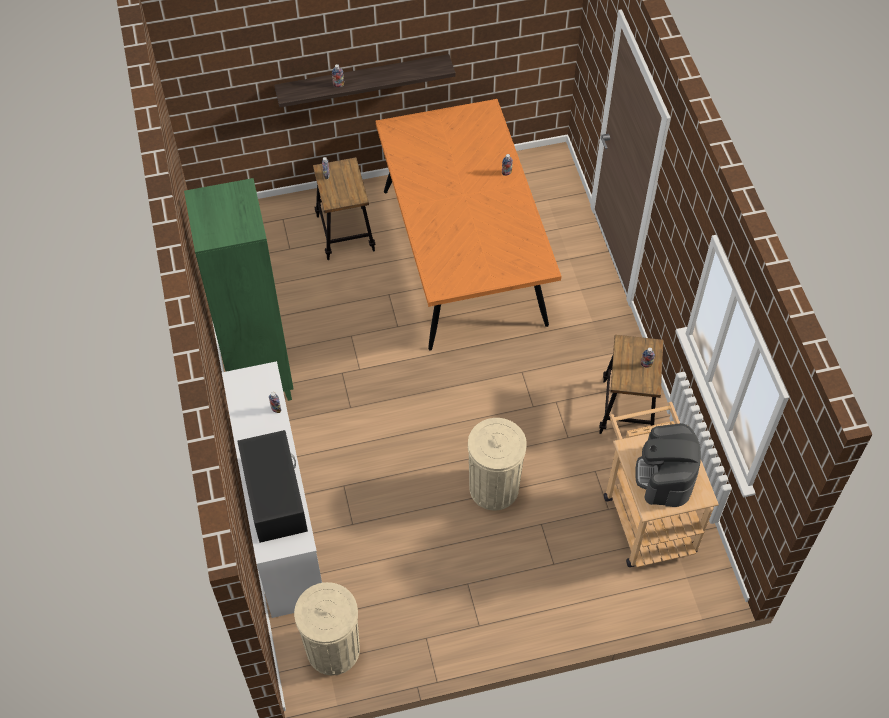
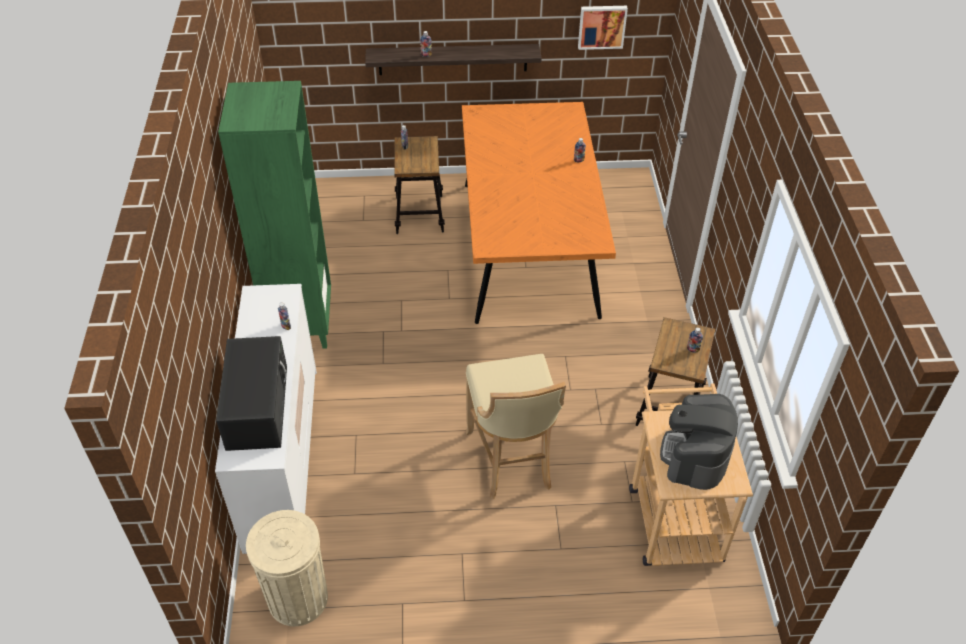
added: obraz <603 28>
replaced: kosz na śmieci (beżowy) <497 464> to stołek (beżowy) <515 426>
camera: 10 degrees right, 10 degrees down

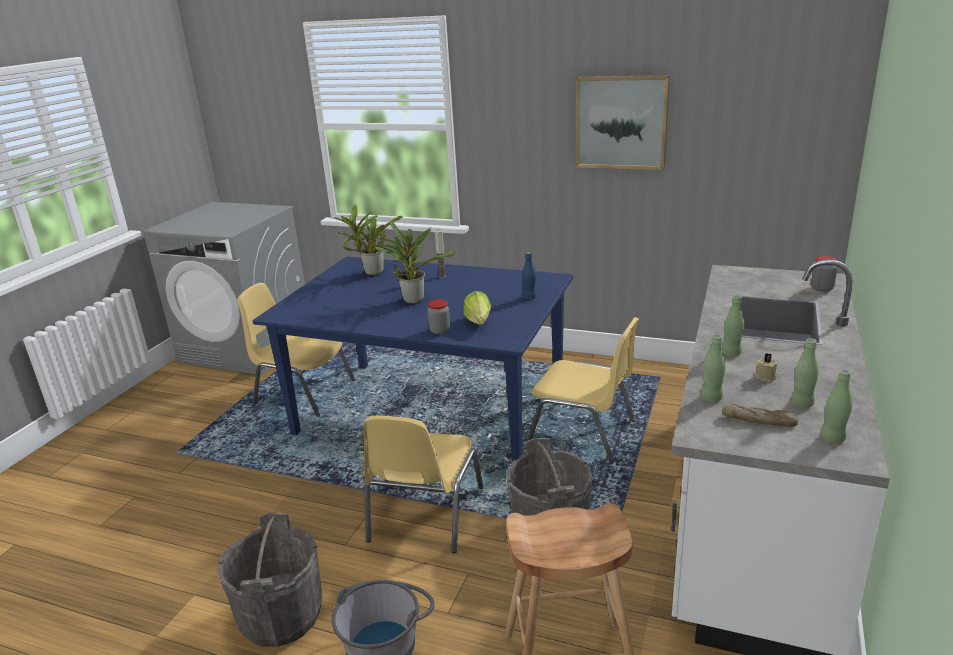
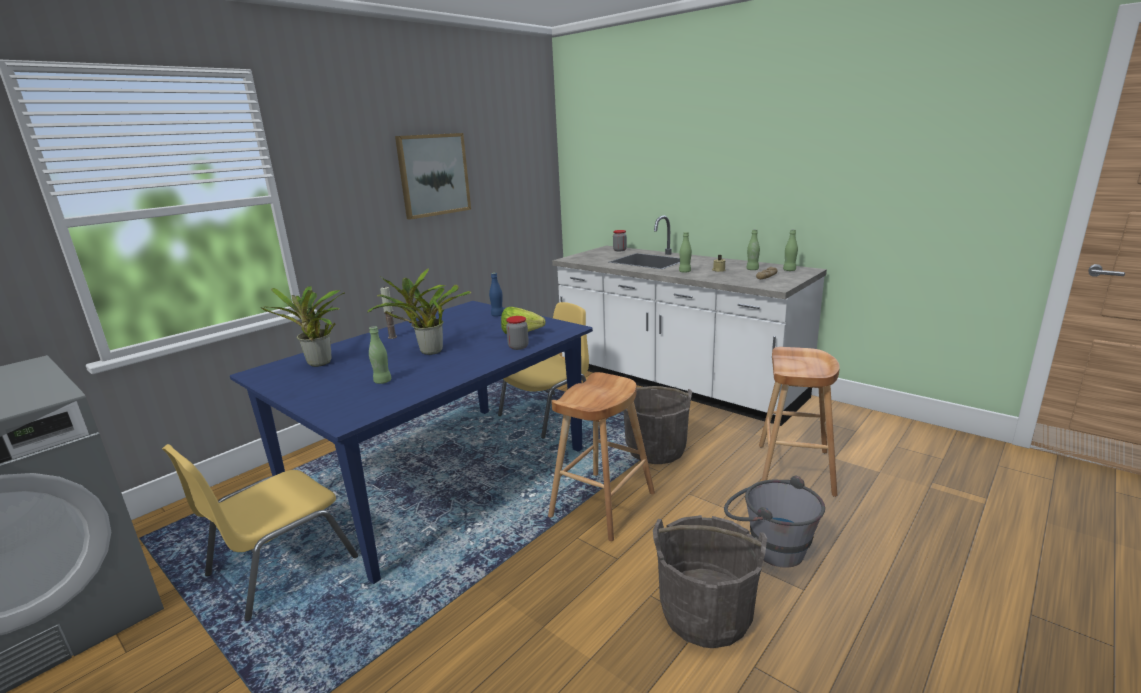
moved: butelka (zielony) <713 368> to <380 355>
replaced: krzesło (żółty) <423 484> to stołek (brązowy) <601 456>
camera: 70 degrees left, 5 degrees down

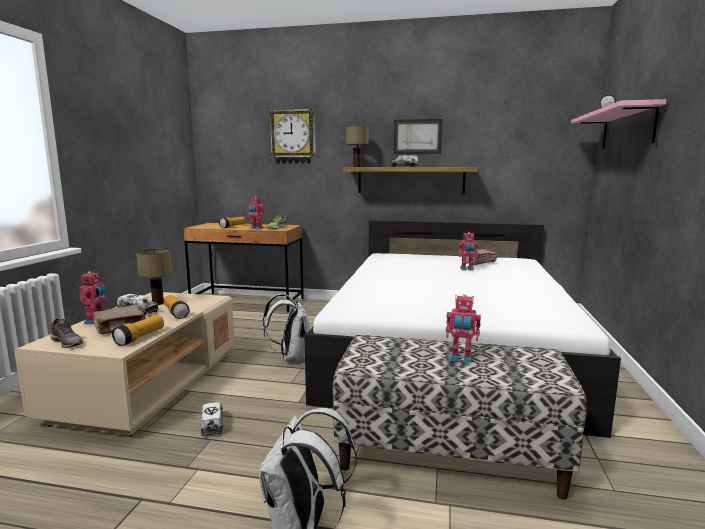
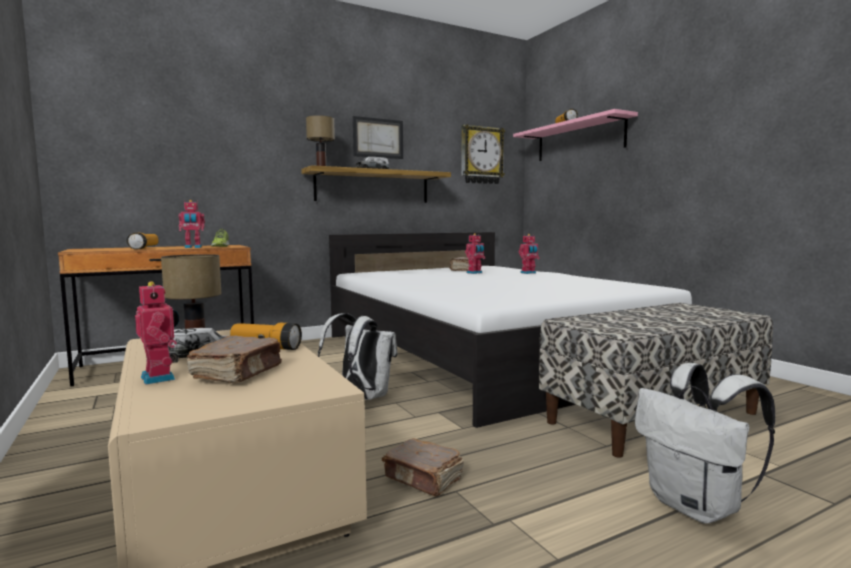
removed: but (szary) <66 333>; latarka <138 330>
moved: zegar ścienny <292 136> to <483 154>; robot zabawkowy <463 328> to <529 254>
replaced: ciężarówka zabawkowa <212 419> to książka (brązowy) <422 467>
camera: 40 degrees left, 5 degrees down

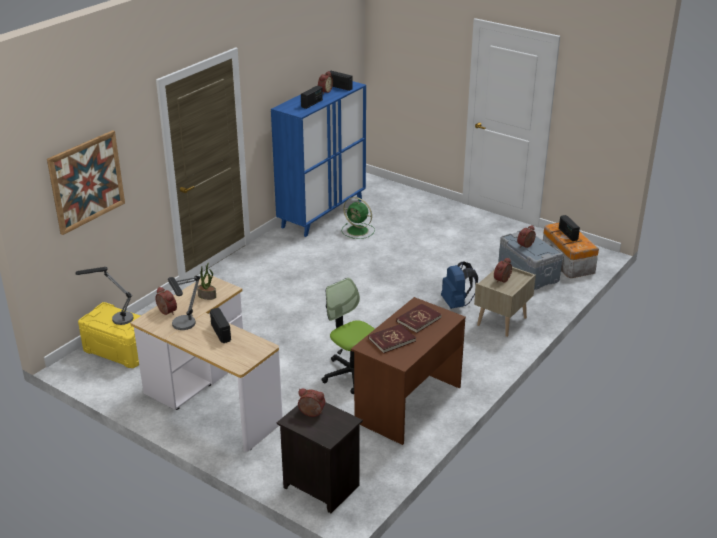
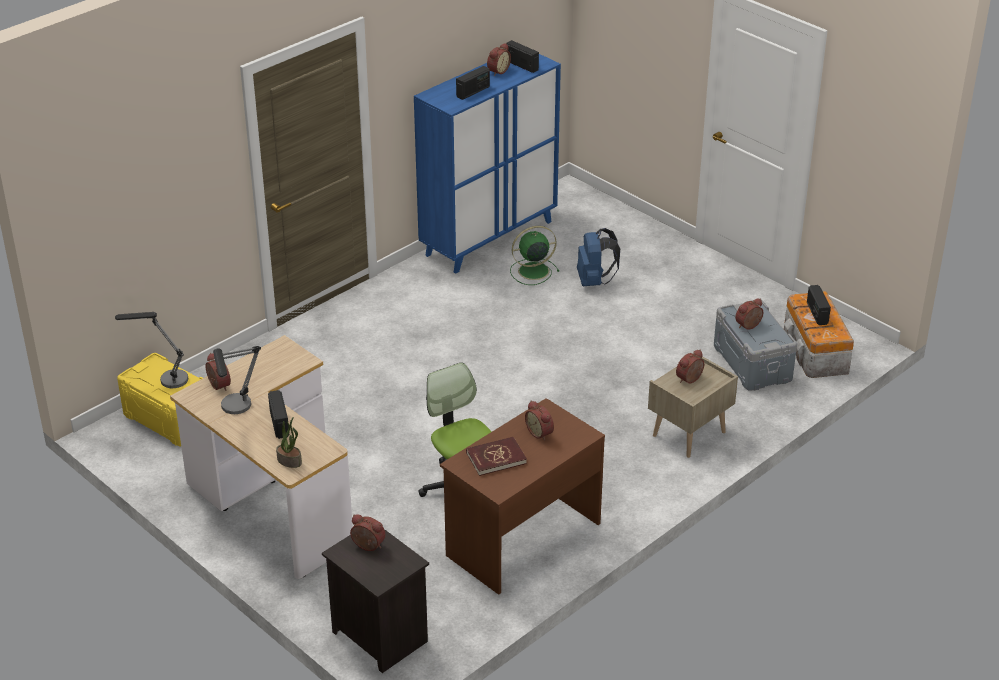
removed: obraz <86 182>
moved: roślina doniczkowa <206 281> to <289 442>; plecak (niebieski) <459 285> to <598 257>
replaced: książka (czerwony) <419 318> to budzik <539 421>
turned: wentylator (zielony) <358 218> = <534 255> 120 degrees clockwise
camera: 10 degrees right, 5 degrees up

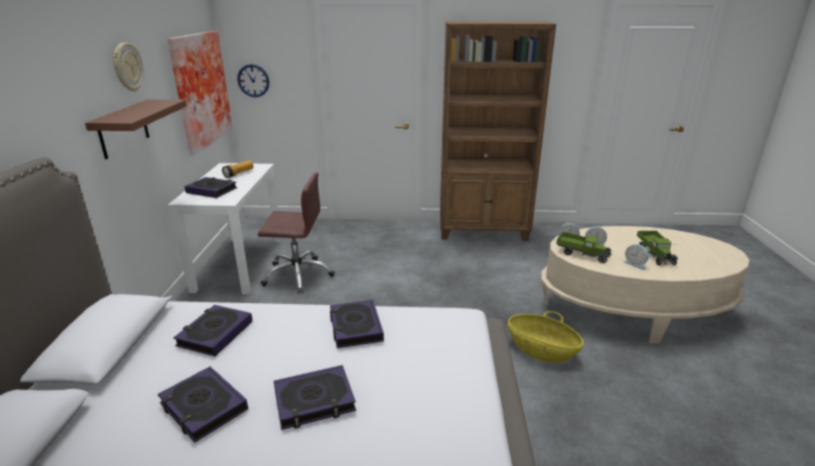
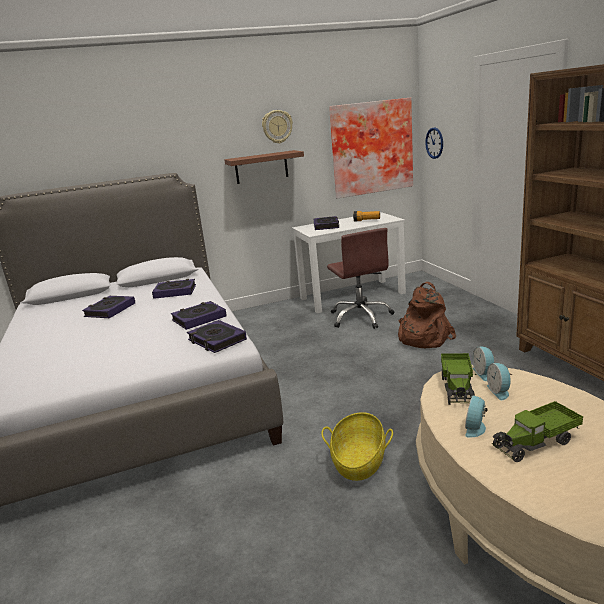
added: plecak (brązowy) <427 315>
moved: książka <315 397> to <217 336>
camera: 70 degrees right, 5 degrees down

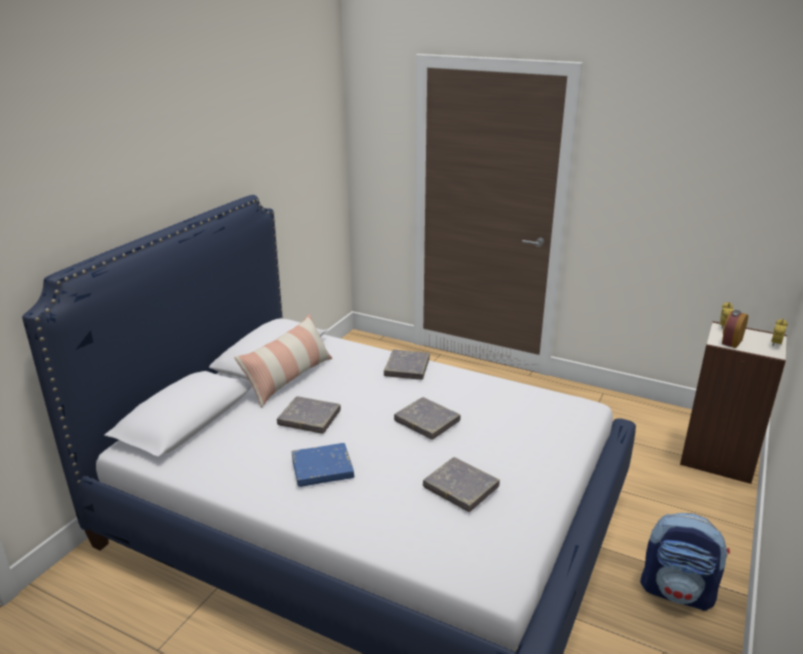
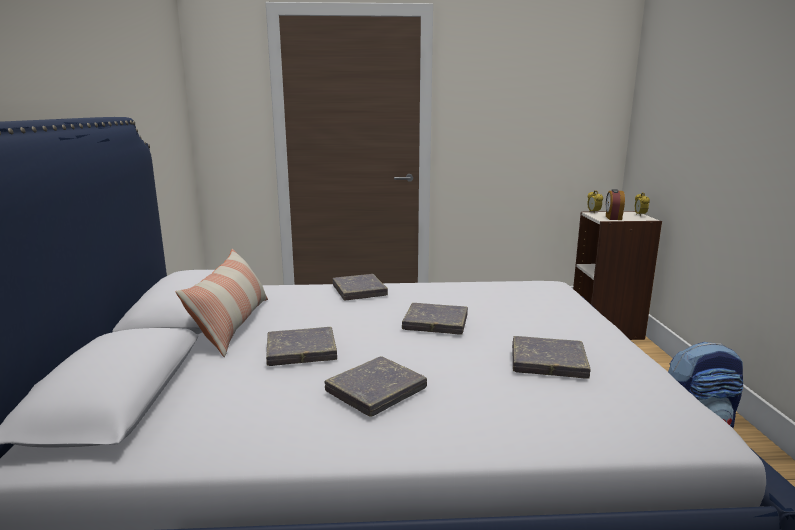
recoloured: książka (niebieski) <323 465> to książka (szary) <376 386>
camera: 30 degrees left, 10 degrees down

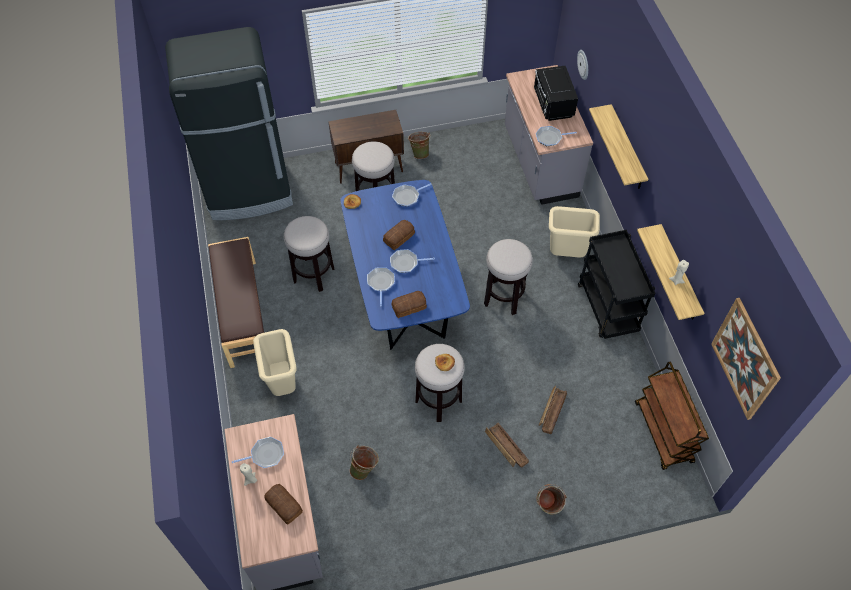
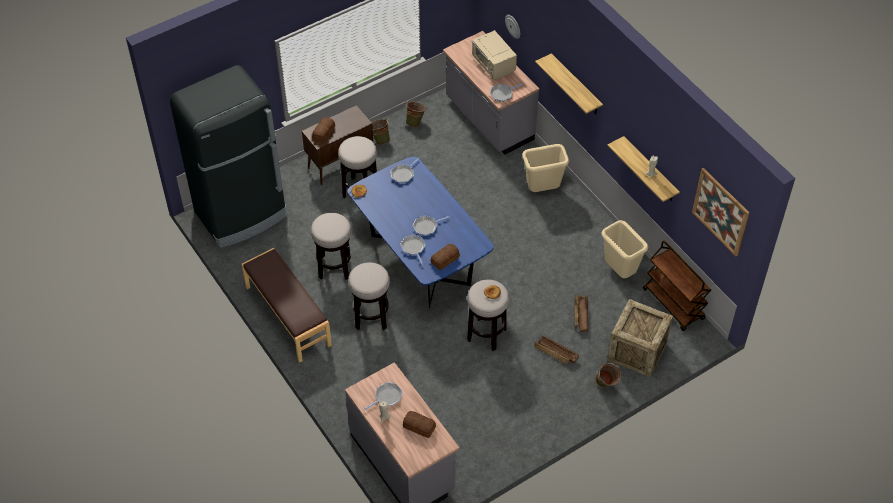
removed: wózek (czarny) <616 284>
added: skrzynka <640 338>
moved: chleb <399 235> to <323 130>; stołek <508 277> to <369 296>; wiadro (zielony) <364 462> to <415 114>; kosz na śmieci (beżowy) <274 362> to <625 249>
recoloured: mikrofalówka (czarny) <556 93> to mikrofalówka (beżowy) <494 55>
camera: 20 degrees left, 5 degrees down

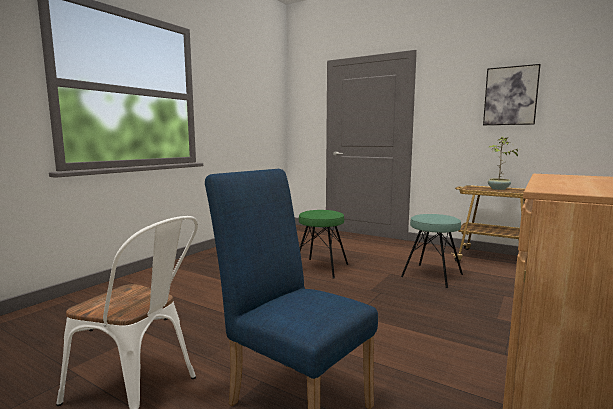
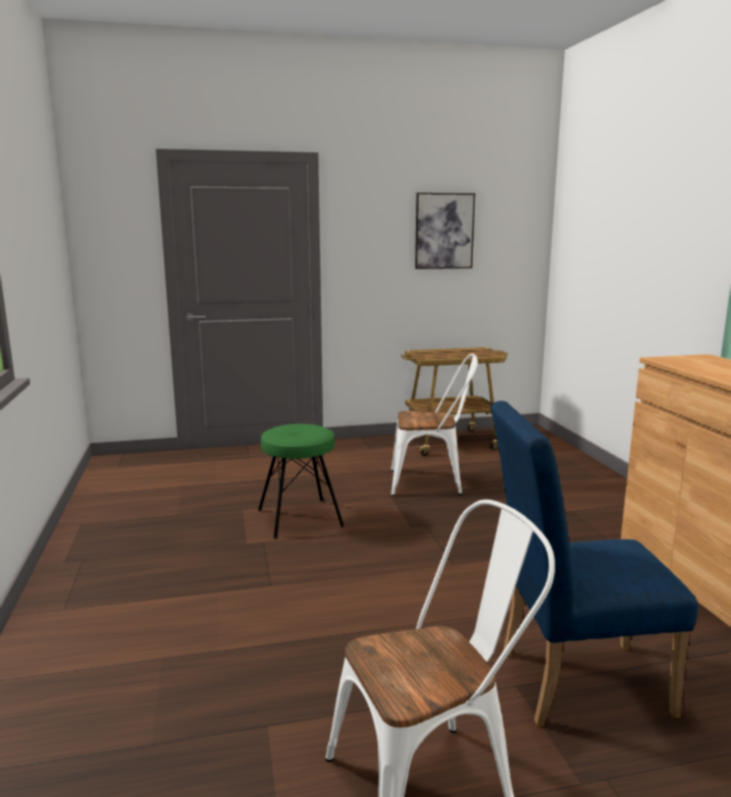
removed: roślina doniczkowa <503 163>
replaced: stołek (turkusowy) <432 251> to krzesło (biały) <434 425>
camera: 45 degrees left, 5 degrees up

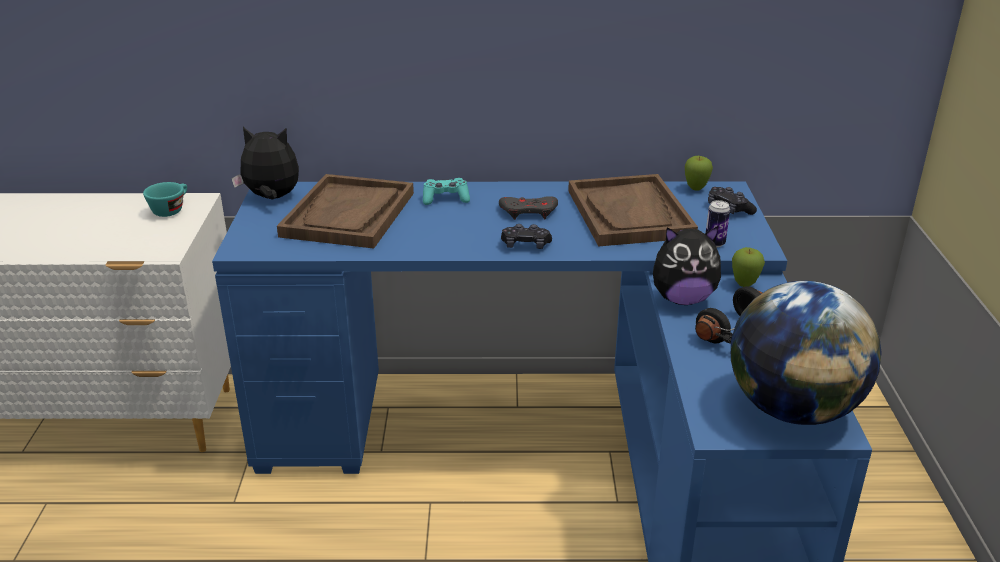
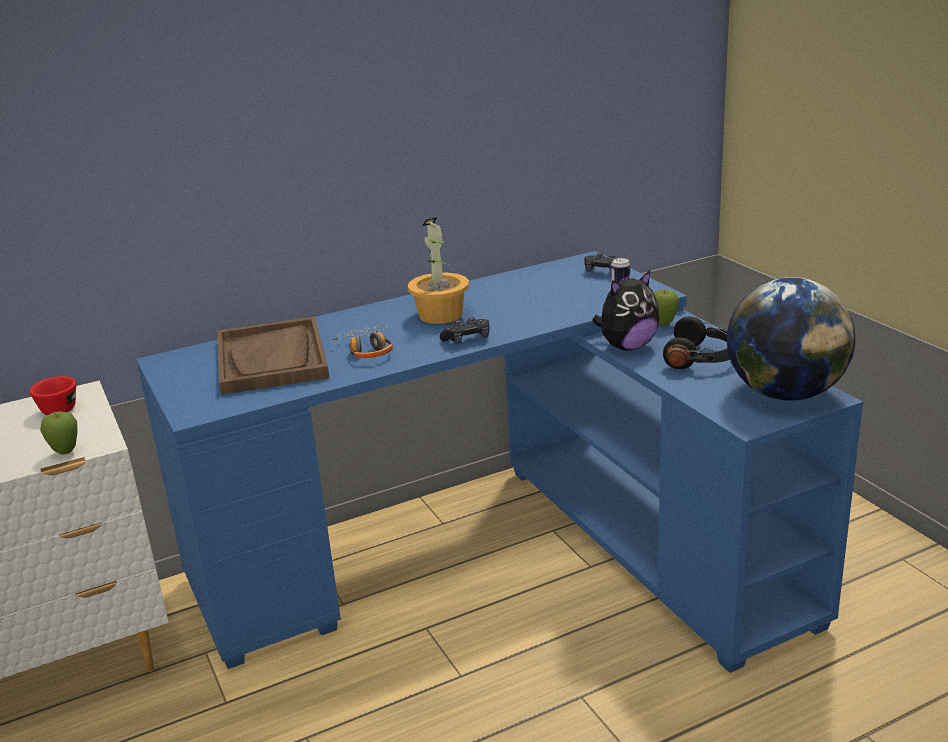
removed: pluszak <265 163>; pad do gier (turkusowy) <446 191>; taca (brązowy) <633 210>
added: słuchawki <362 341>
moved: jabłko <699 173> to <59 433>
replaced: pad do gier (szary) <528 208> to roślina doniczkowa <438 270>
recoloured: filiżanka (turkusowy) <165 199> to filiżanka (czerwony) <52 395>
camera: 25 degrees left, 5 degrees down

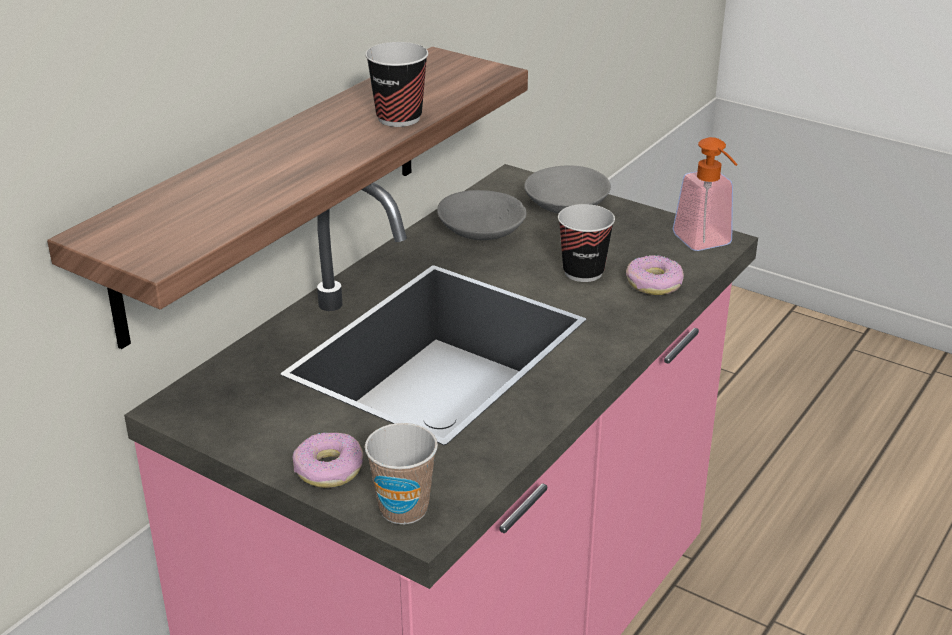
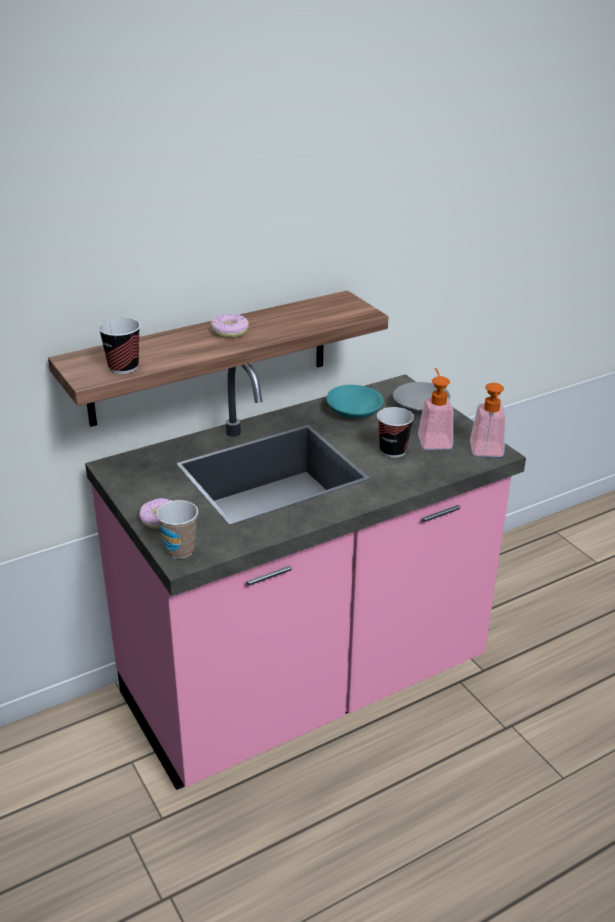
added: dozownik mydła <435 409>
moved: filiżanka <396 84> to <119 346>; donut <655 275> to <230 326>
recoloured: miska (szary) <482 215> to miska (turkusowy) <355 401>
camera: 25 degrees right, 0 degrees up

